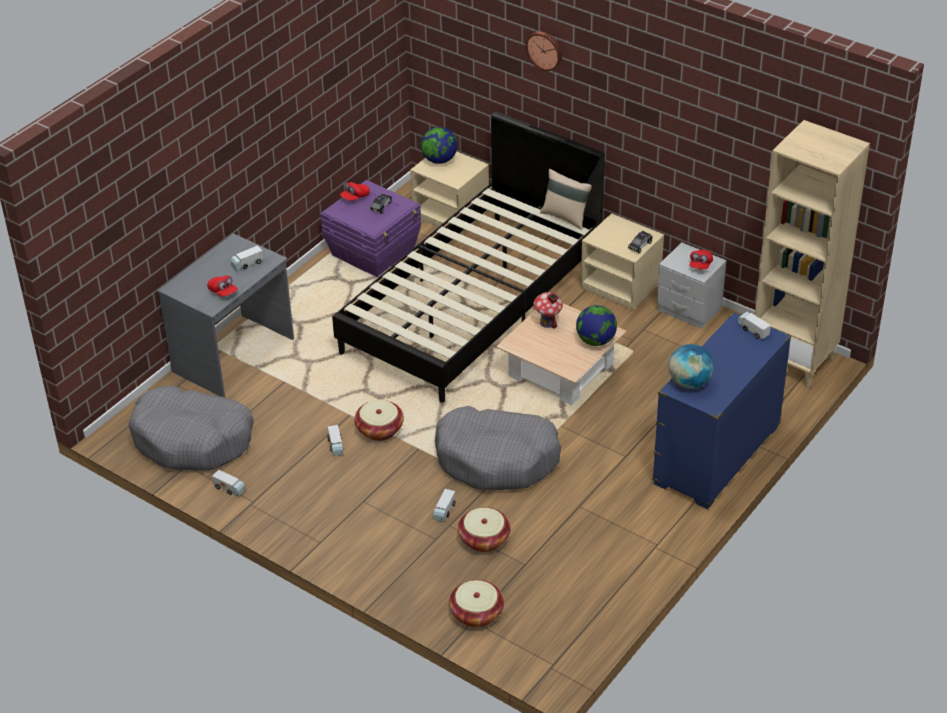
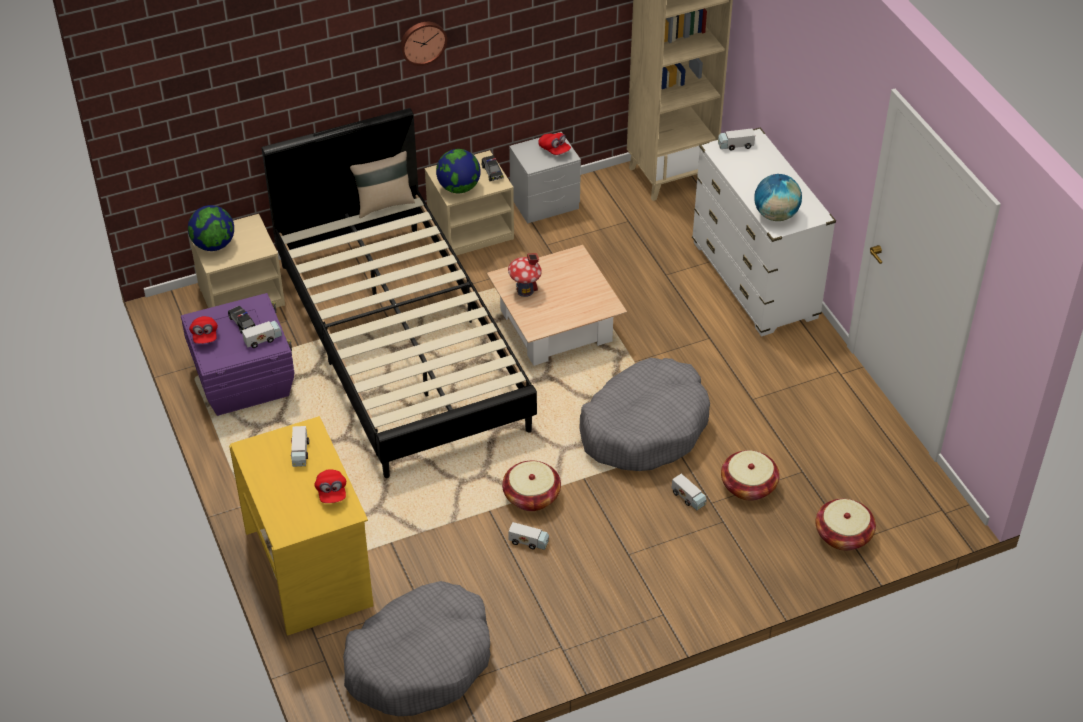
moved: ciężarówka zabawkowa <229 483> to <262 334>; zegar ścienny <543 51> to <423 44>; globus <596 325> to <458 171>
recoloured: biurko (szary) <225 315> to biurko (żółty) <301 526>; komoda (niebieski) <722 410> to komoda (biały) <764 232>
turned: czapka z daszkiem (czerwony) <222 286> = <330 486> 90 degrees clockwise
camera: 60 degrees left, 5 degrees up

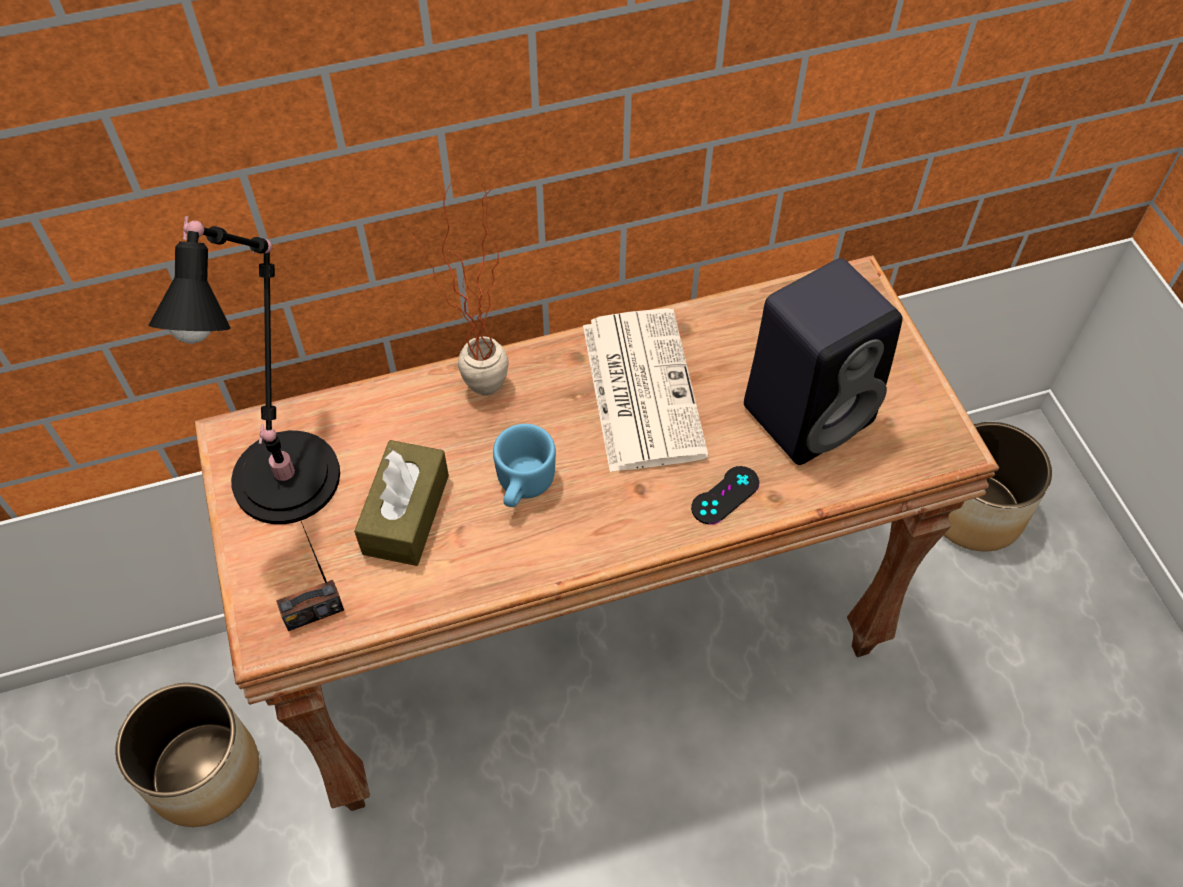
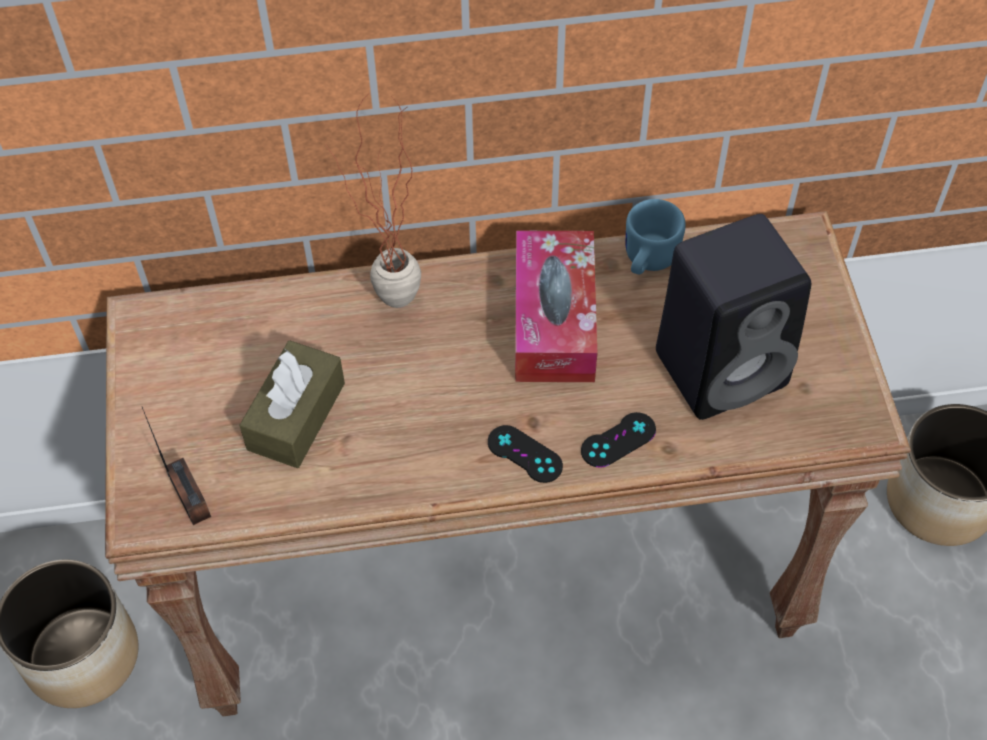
removed: lampa stołowa (czarny) <244 370>
added: pad do gier (czarny) <525 454>
moved: kubek (niebieski) <524 465> to <656 237>
replaced: gazeta <646 390> to pudełko chusteczek <556 306>
turned: radio <310 576> = <176 466> 105 degrees counterclockwise
camera: 10 degrees right, 0 degrees up

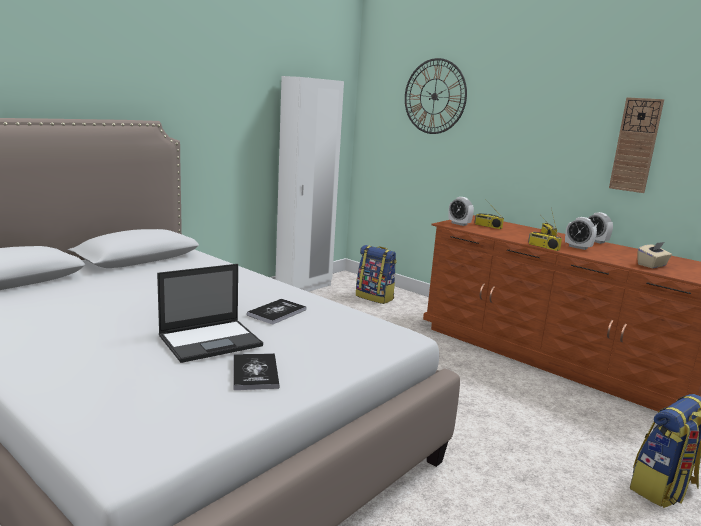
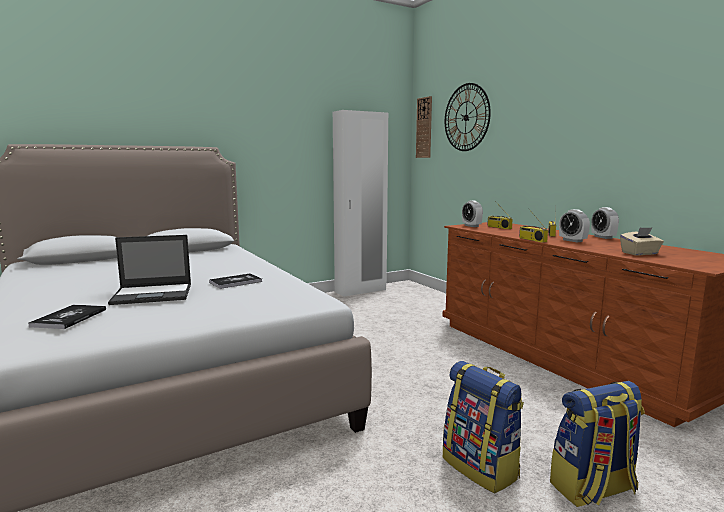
moved: książka <256 371> to <67 317>; zegar ścienny <636 145> to <424 127>; plecak <376 274> to <483 427>
camera: 20 degrees right, 5 degrees down

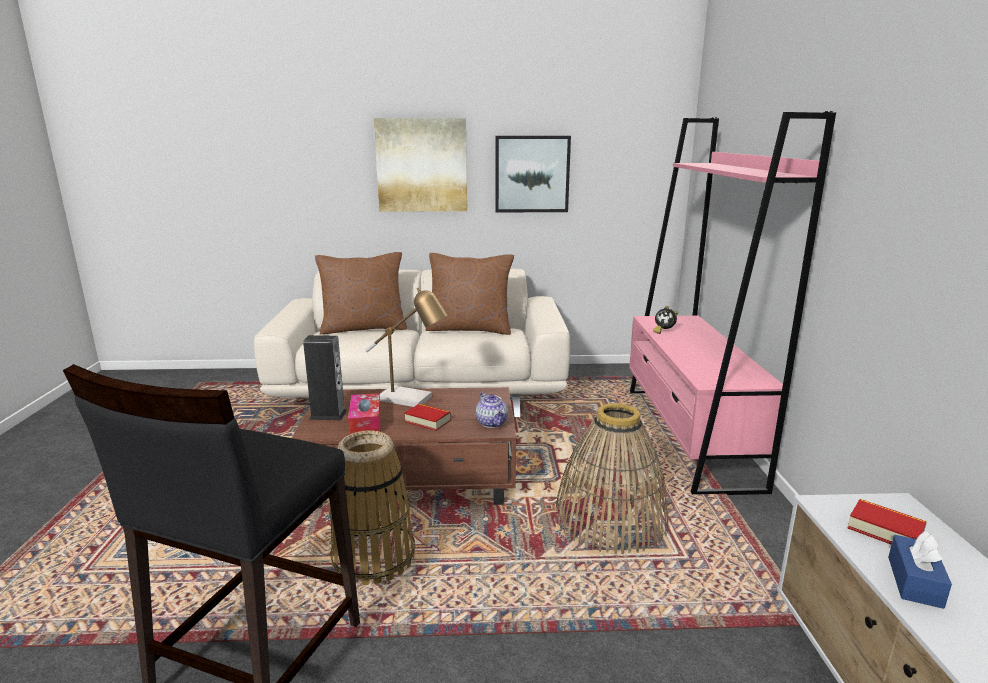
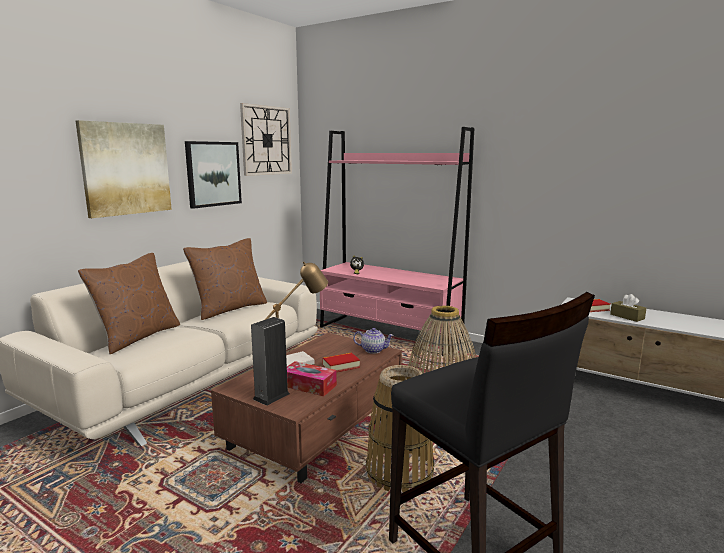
added: zegar ścienny <266 139>
recoloured: pudełko chusteczek (niebieski) <920 570> to pudełko chusteczek (brązowy) <628 308>
camera: 55 degrees left, 5 degrees down

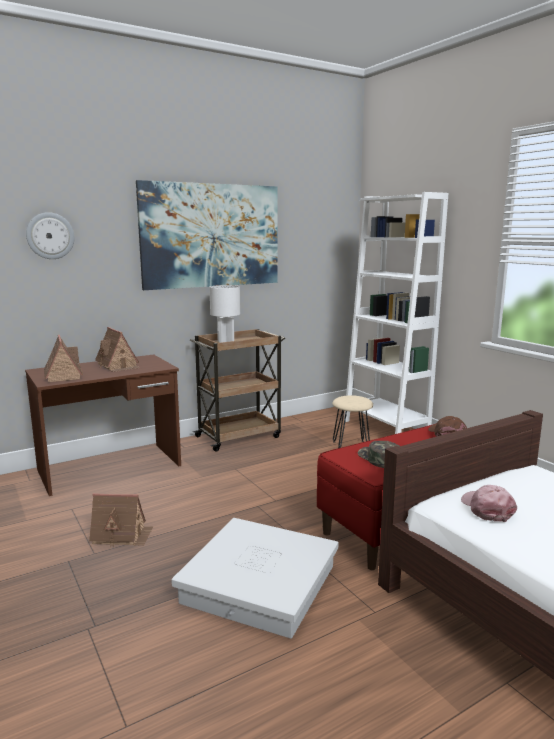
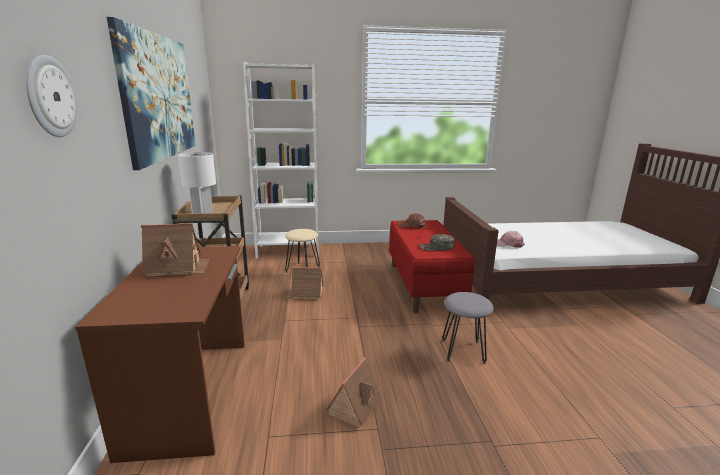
moved: domek <63 358> to <304 283>
replaced: pojemnik do przechowywania (biały) <255 578> to stołek (szary) <468 328>
camera: 65 degrees left, 5 degrees up

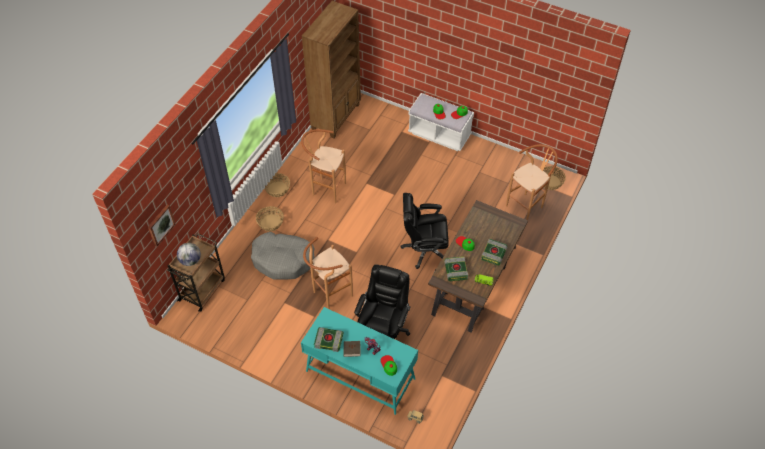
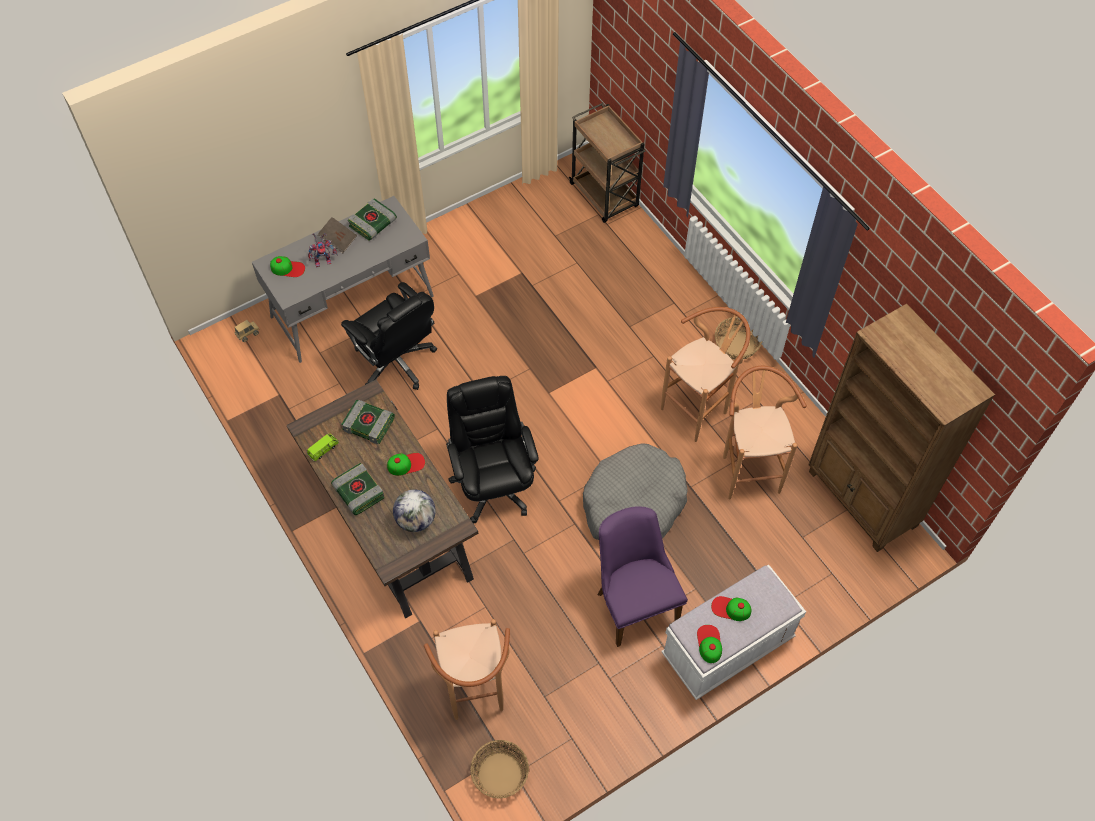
removed: obraz <162 225>; koszyk <270 218>
added: krzesło (fioletowy) <642 577>
moved: globus <189 254> to <414 510>; legowisko (szary) <283 256> to <635 491>; stołek (brązowy) <328 273> to <765 433>
recoloured: biurko (turkusowy) <359 361> to biurko (szary) <343 279>
turned: krzesło biurowe (czarny) <425 231> = <492 450> 45 degrees counterclockwise
camera: 120 degrees right, 5 degrees up

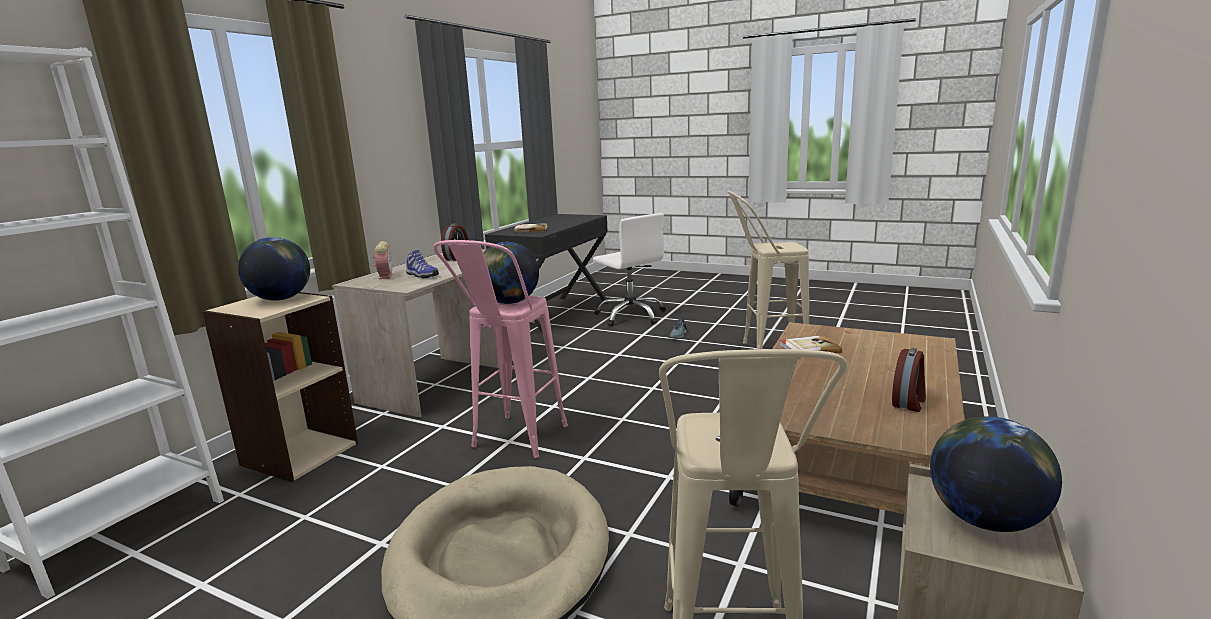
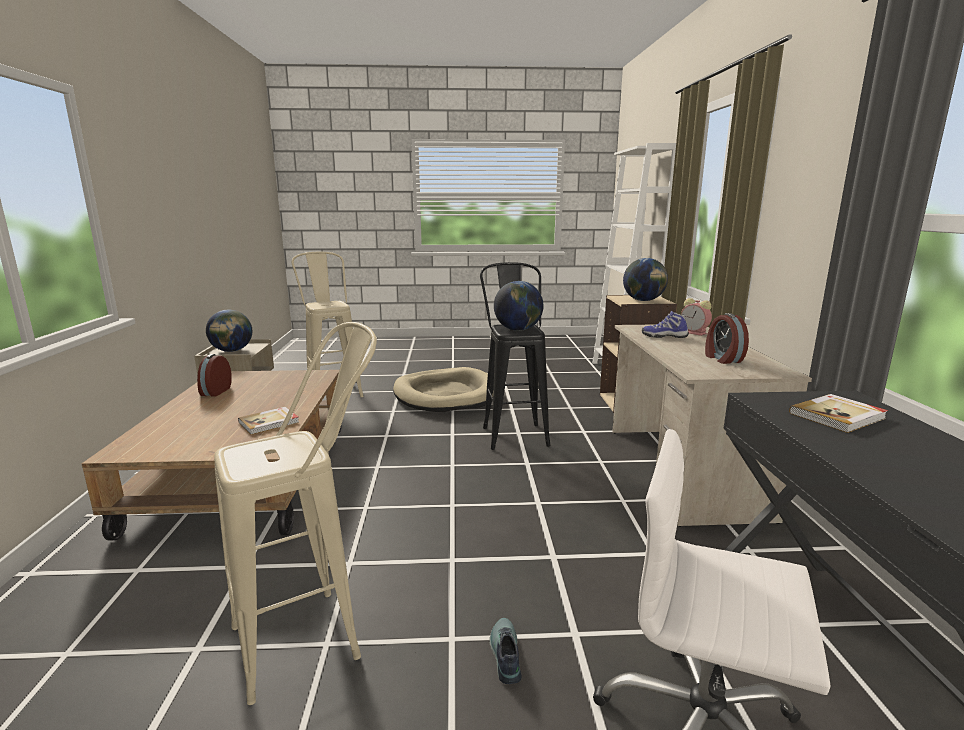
recoloured: stołek (różowy) <500 349> to stołek (czarny) <515 356>
camera: 150 degrees right, 0 degrees up

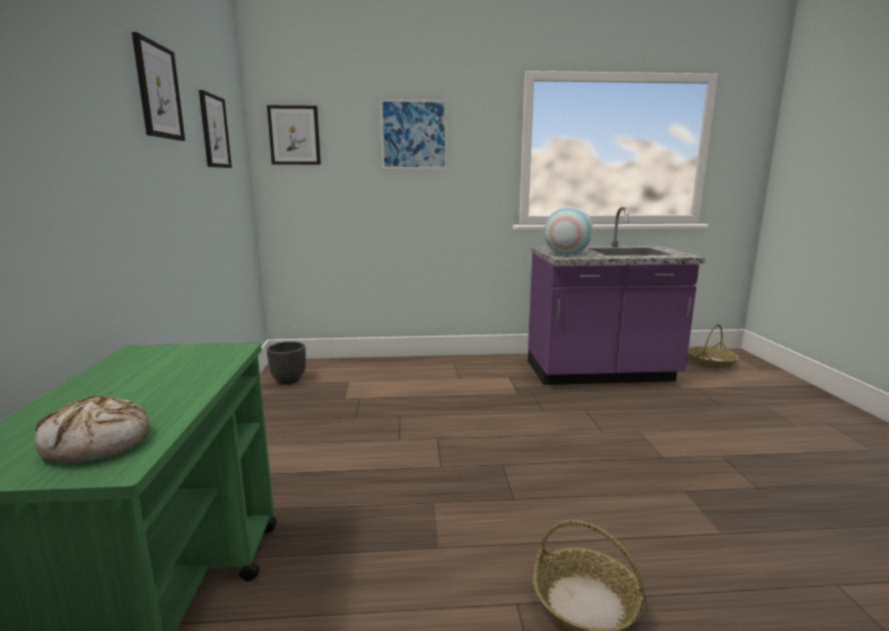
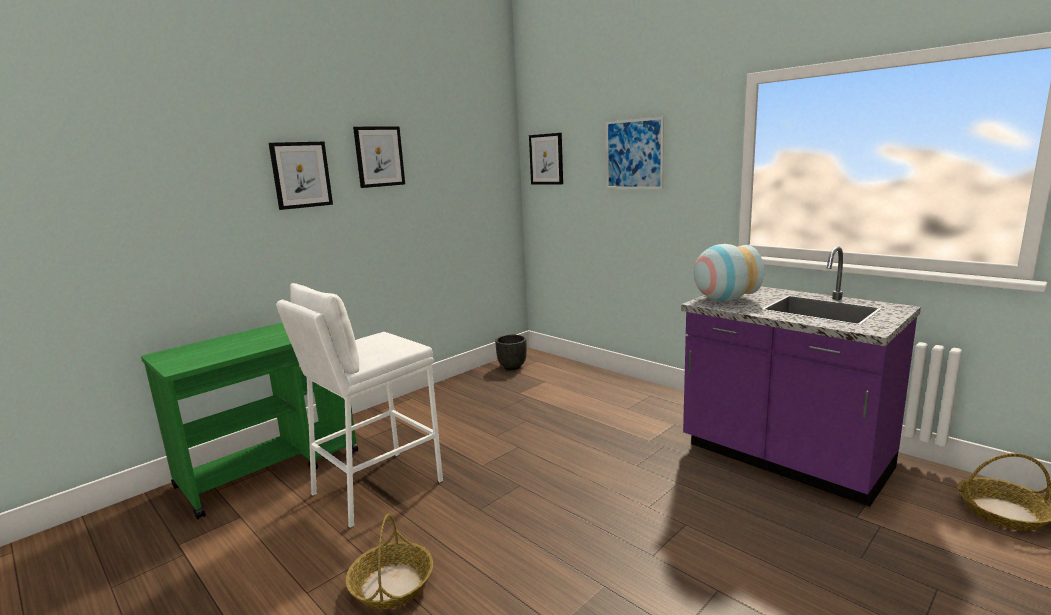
removed: chleb <92 429>
added: stołek (biały) <359 405>
moved: obraz <215 129> to <301 176>
camera: 50 degrees right, 0 degrees up

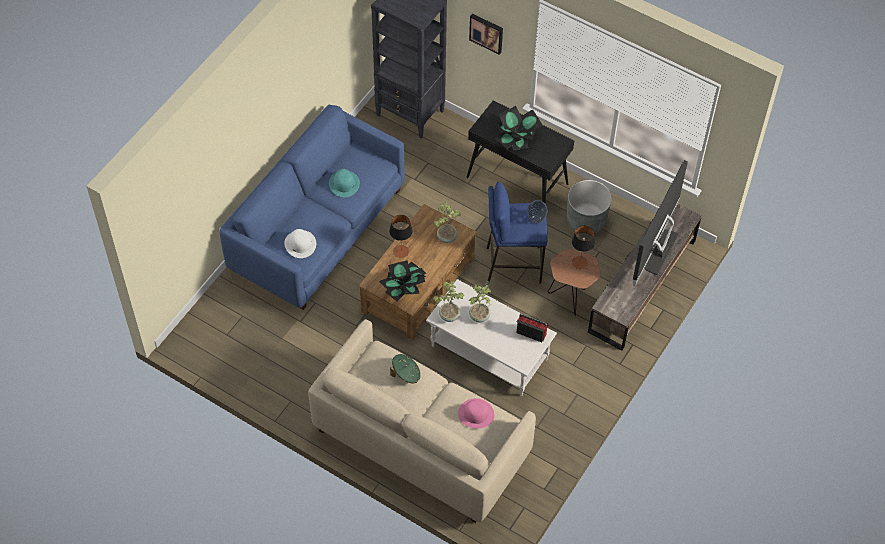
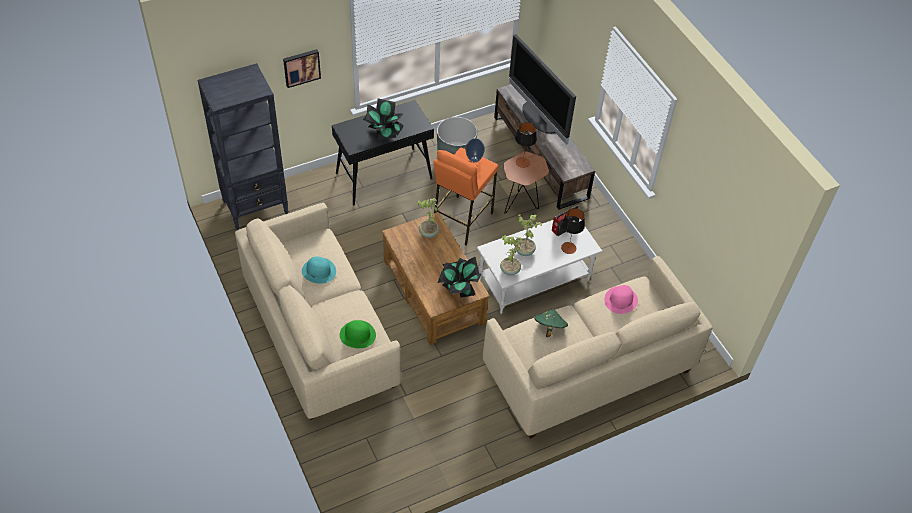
moved: lampa stołowa <400 236> to <573 231>
recoloured: kanapa (niebieski) <312 207> to kanapa (beżowy) <318 311>; kapelusz (biały) <300 243> to kapelusz (zielony) <358 334>; stołek (niebieski) <517 233> to stołek (pomarańczowy) <465 196>
camera: 60 degrees left, 5 degrees down

